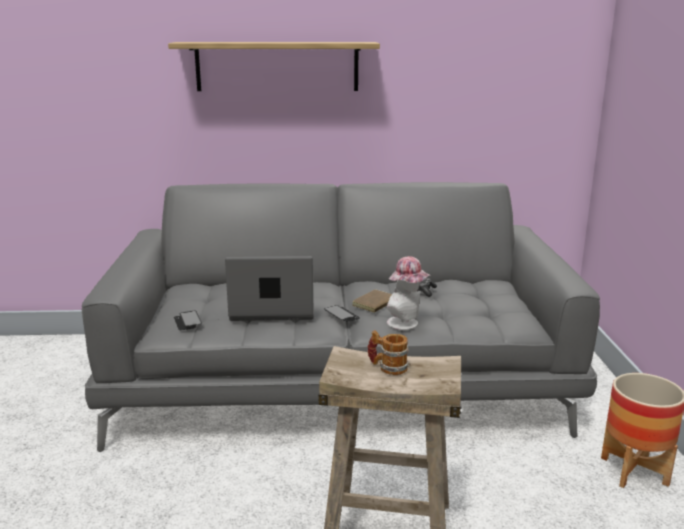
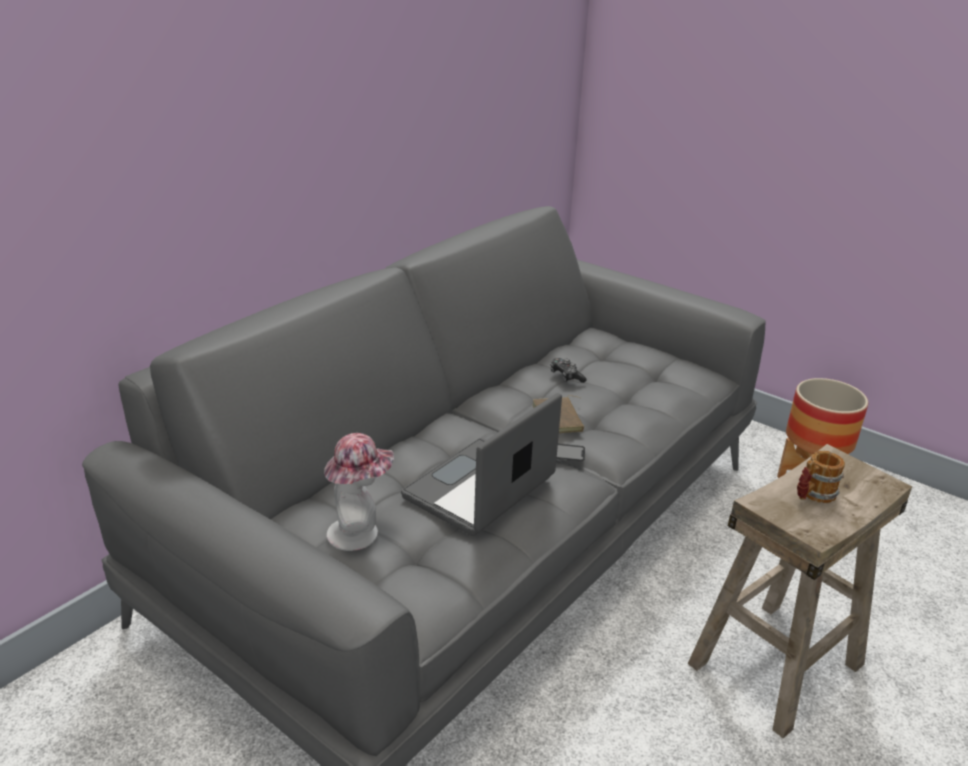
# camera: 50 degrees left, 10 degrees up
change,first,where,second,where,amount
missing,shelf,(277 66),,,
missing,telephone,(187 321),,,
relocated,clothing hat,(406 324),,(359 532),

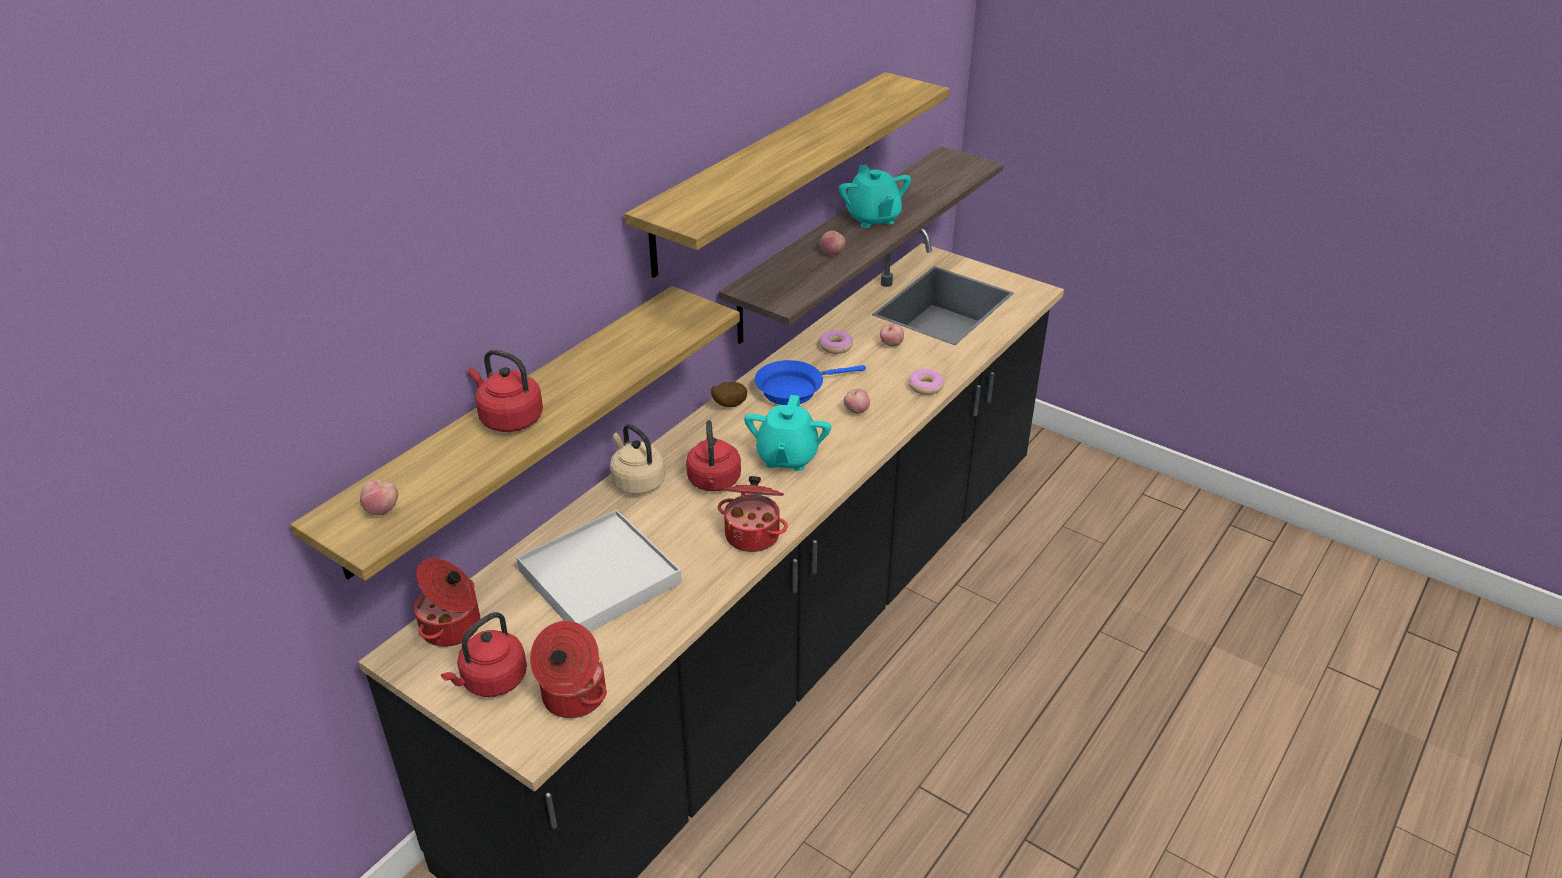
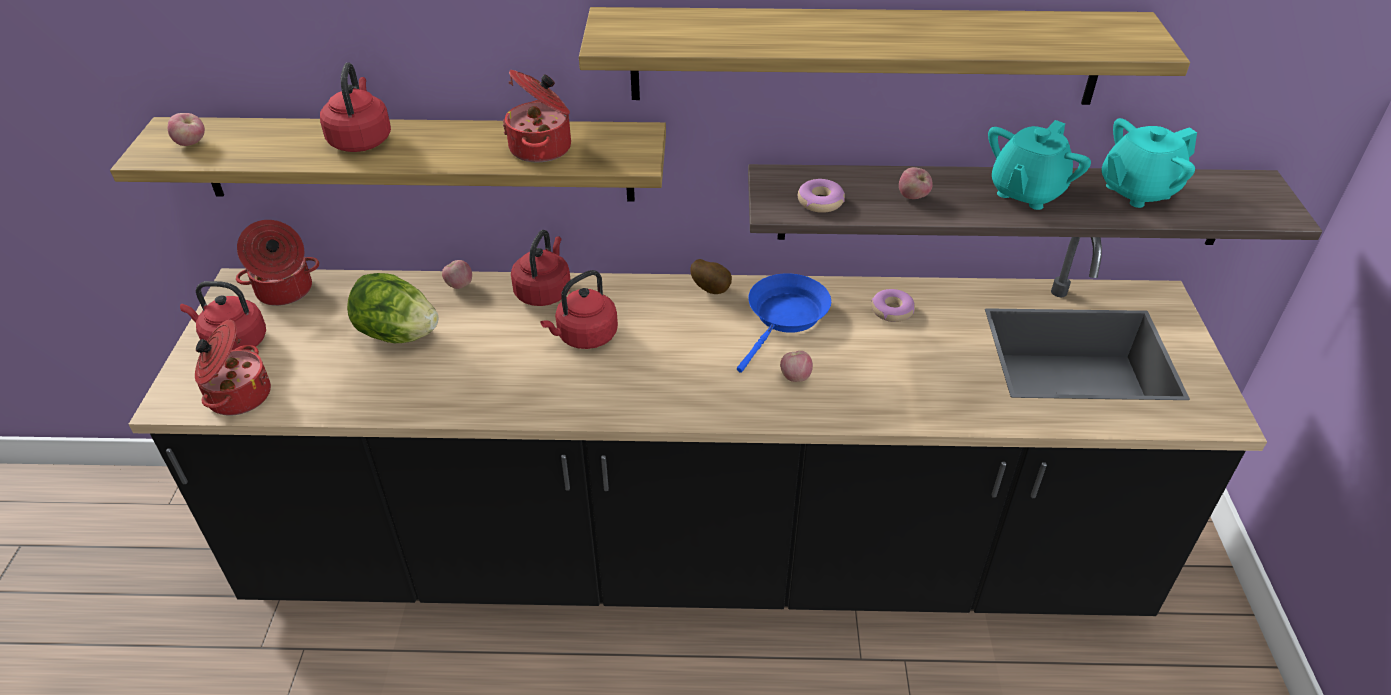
# camera: 55 degrees right, 5 degrees up
change,first,where,second,where,amount
relocated,stockpot,(753 534),,(542 148),
relocated,teapot (blue-green),(787 457),,(1137 191),
relocated,whole apple,(891 345),,(459 285),
relocated,donut,(925 386),,(820 202),
exchanged,carrying tray (white-coloured),(599 577),lettuce,(397 334),
colour,tea kettle (sand-coloured),(637 481),tea kettle (reddish),(544 291),
spun,pan (bluish),(794 389),,(785 317),90 degrees clockwise

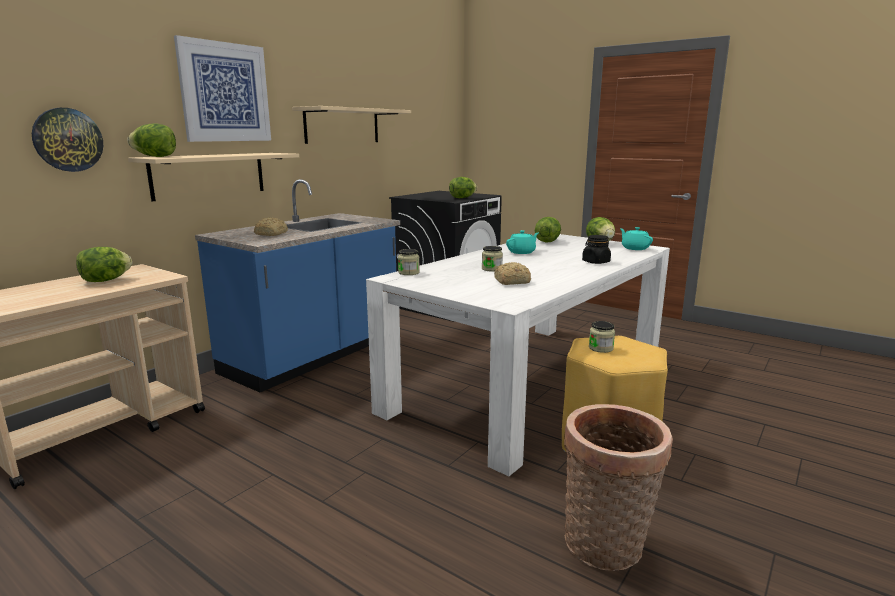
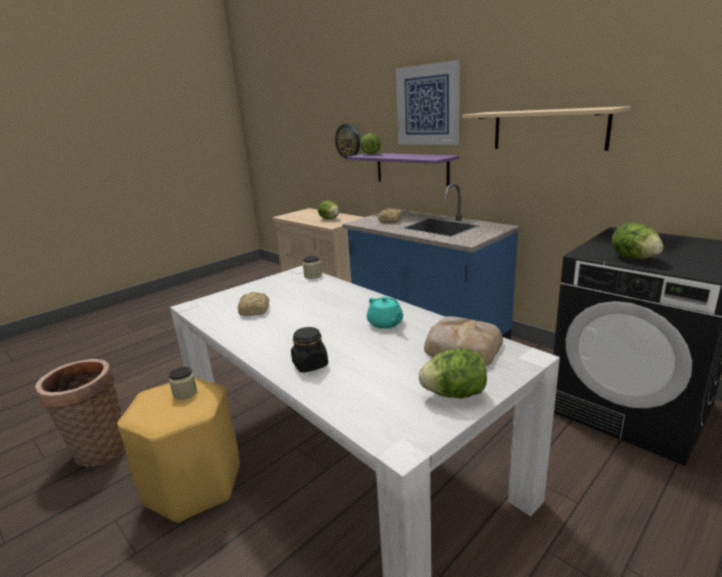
# camera: 100 degrees right, 5 degrees up
change,first,where,second,where,amount
missing,preserve jar,(491 269),,,
missing,teapot (blue-green),(634 248),,,
exchanged,lettuce,(547 241),bread,(462 347),
colour,shelf (sand-coloured),(209 175),shelf (purple-coloured),(411 169),

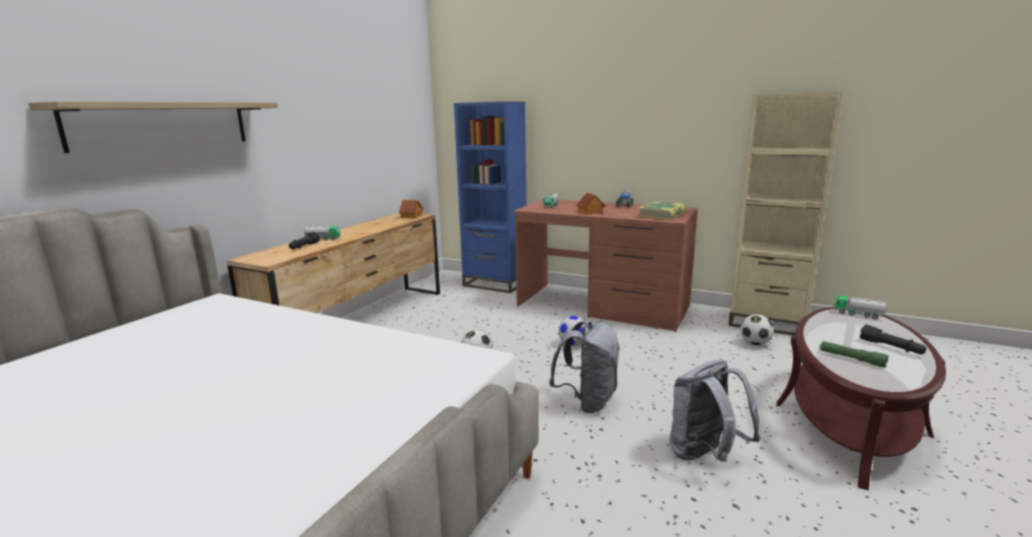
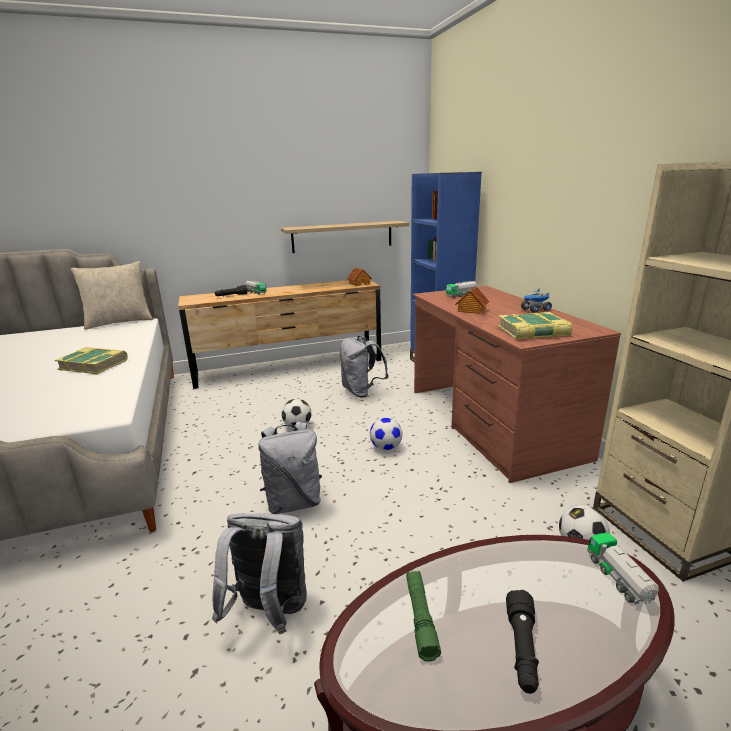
# camera: 45 degrees right, 5 degrees up
change,first,where,second,where,amount
appeared,,,bound book,(94 365),
appeared,,,throw pillow (sand-coloured),(119 322),
appeared,,,backpack (grey),(361 392),
relocated,shelf,(162 124),,(342 236),

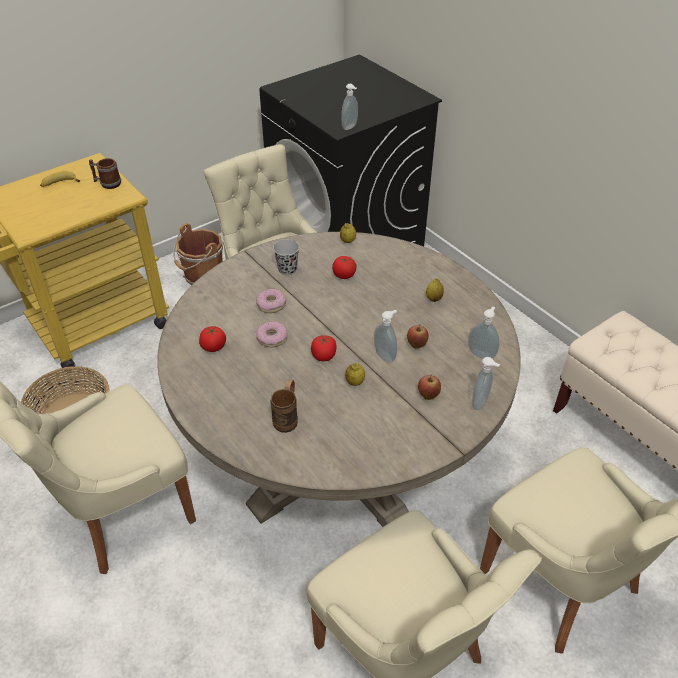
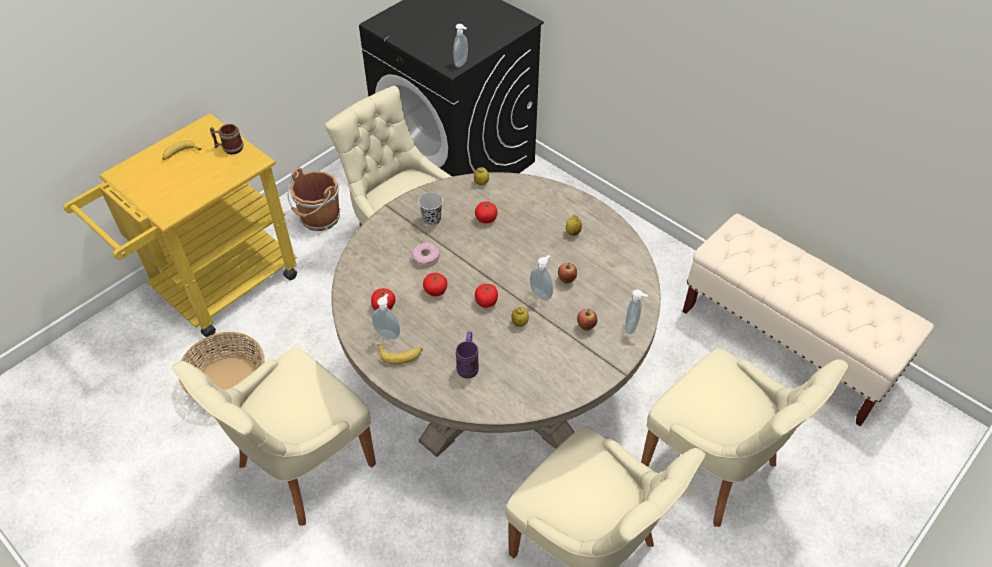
# camera: 10 degrees left, 5 degrees up
change,first,where,second,where,amount
appeared,,,banana fruit,(401 355),
relocated,soap dispenser,(481 354),,(388 333),
exchanged,donut,(272 338),tomato,(435 291),
colour,tea mug (brown-coloured),(287 418),tea mug (purple-coloured),(468 364),

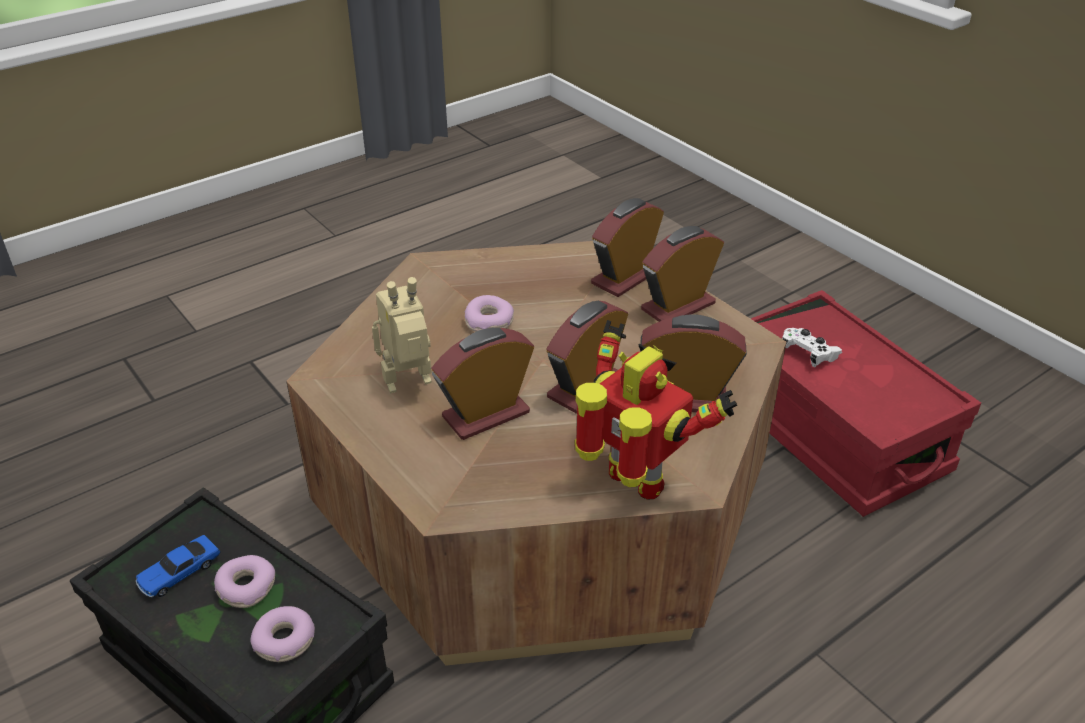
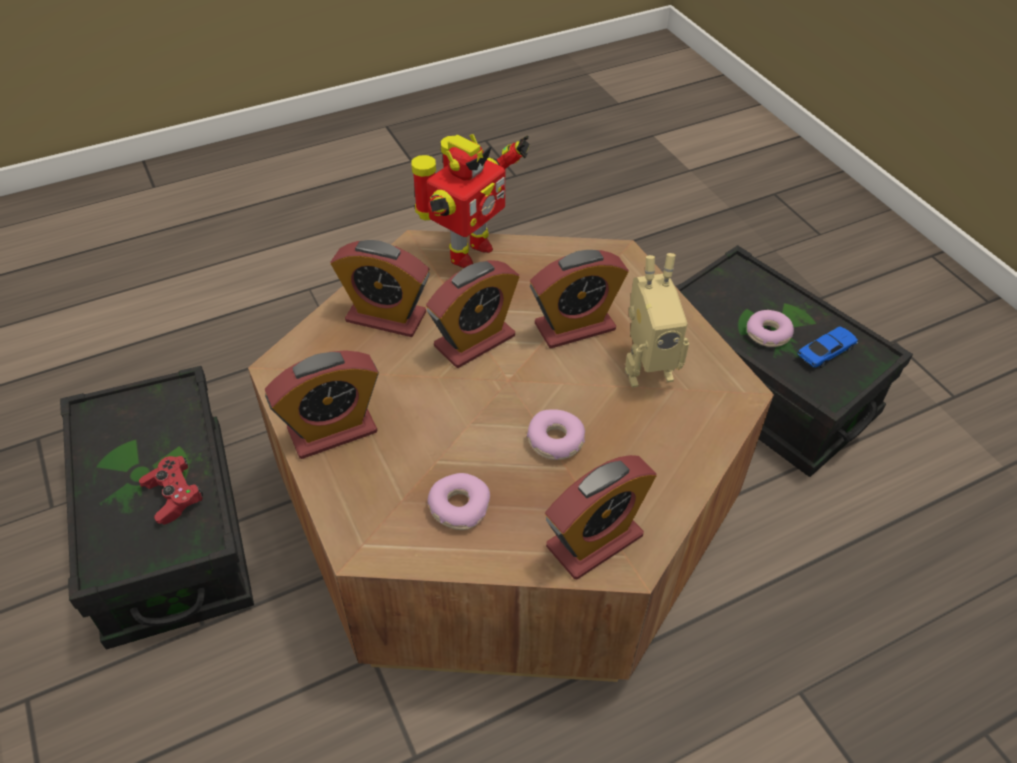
# camera: 170 degrees left, 10 degrees up
change,first,where,second,where,amount
relocated,donut,(285 641),,(459 507),
relocated,table clock,(625 277),,(594 541),
colour,storage box (reddish),(832 433),storage box (black-coloured),(170 530),
colour,gamepad (white-coloured),(808 354),gamepad (reddish),(174 496),
spun,toy robot,(634 485),,(466 252),105 degrees counterclockwise

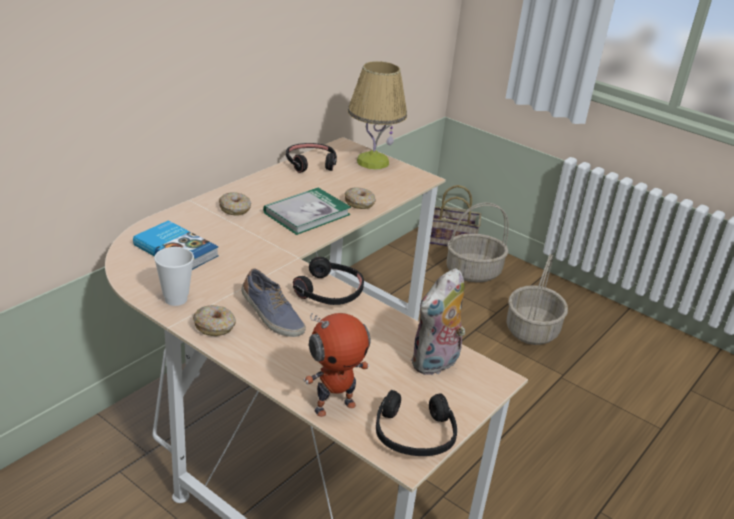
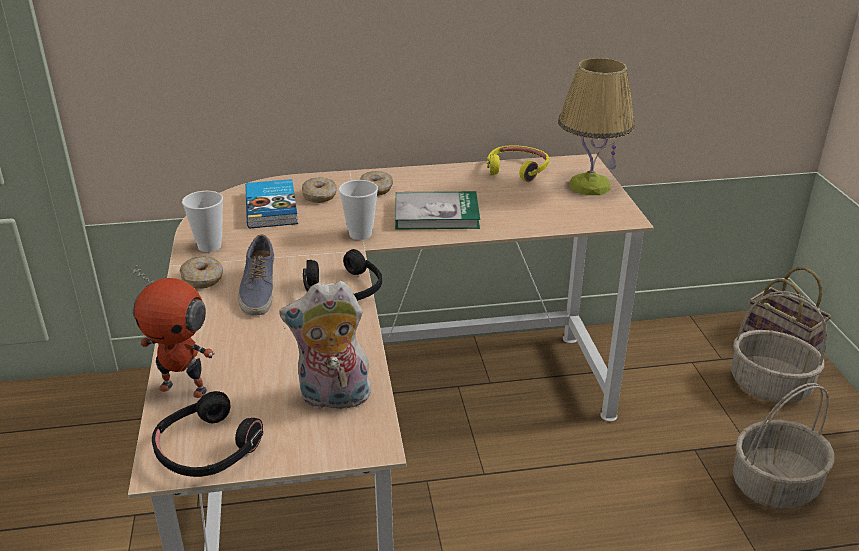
# camera: 45 degrees right, 0 degrees up
change,first,where,second,where,amount
appeared,,,cup,(360 234),
relocated,donut,(360 203),,(320 196),
colour,pair of headphones (black-coloured),(311 163),pair of headphones (yellow-coloured),(517 170),

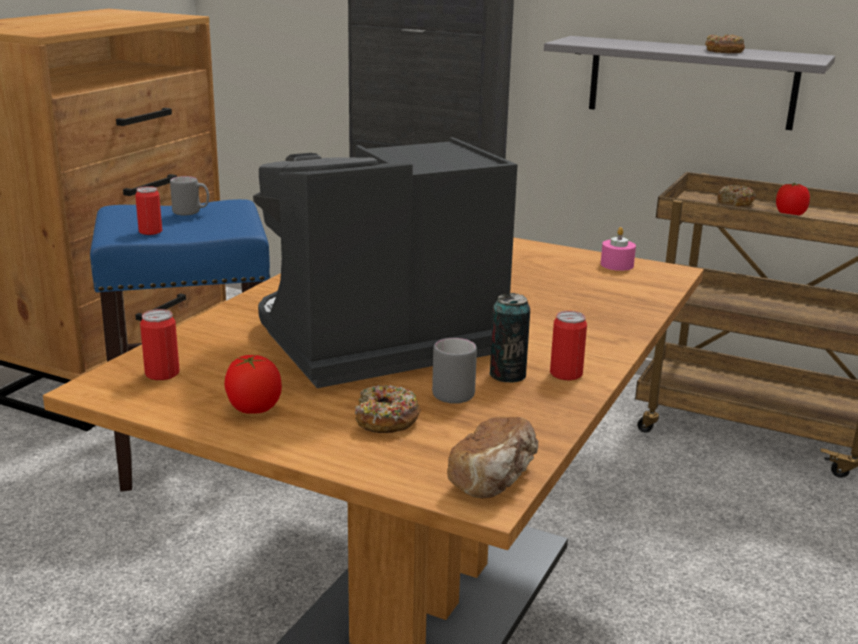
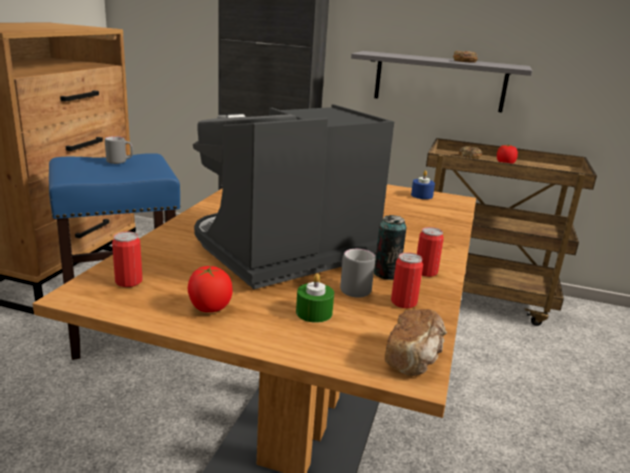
# camera: 10 degrees left, 0 degrees up
change,first,where,second,where,amount
relocated,can,(150 231),,(403 302),
exchanged,donut,(386 420),candle (green),(314 312),
colour,candle (pink-coloured),(617 265),candle (bluish),(421 195),

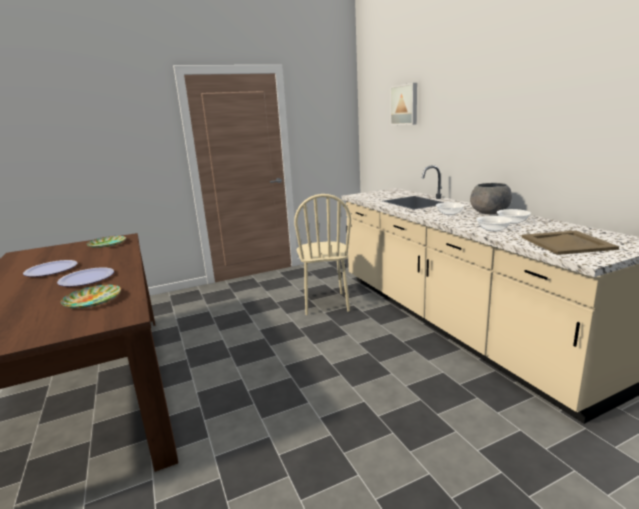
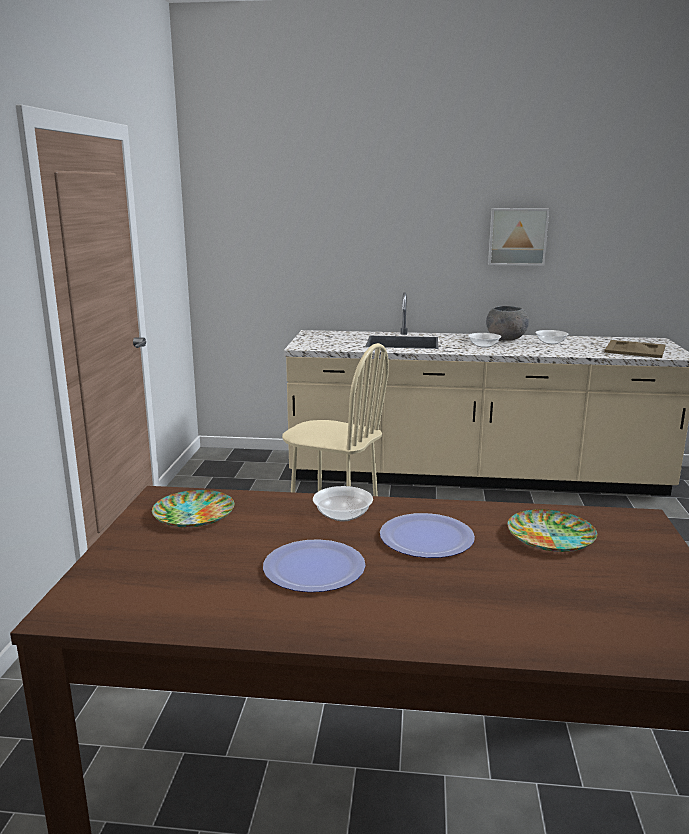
# camera: 60 degrees left, 0 degrees up
change,first,where,second,where,amount
relocated,wall picture,(405 105),,(517 236),
relocated,bowl,(492 229),,(342 515),

